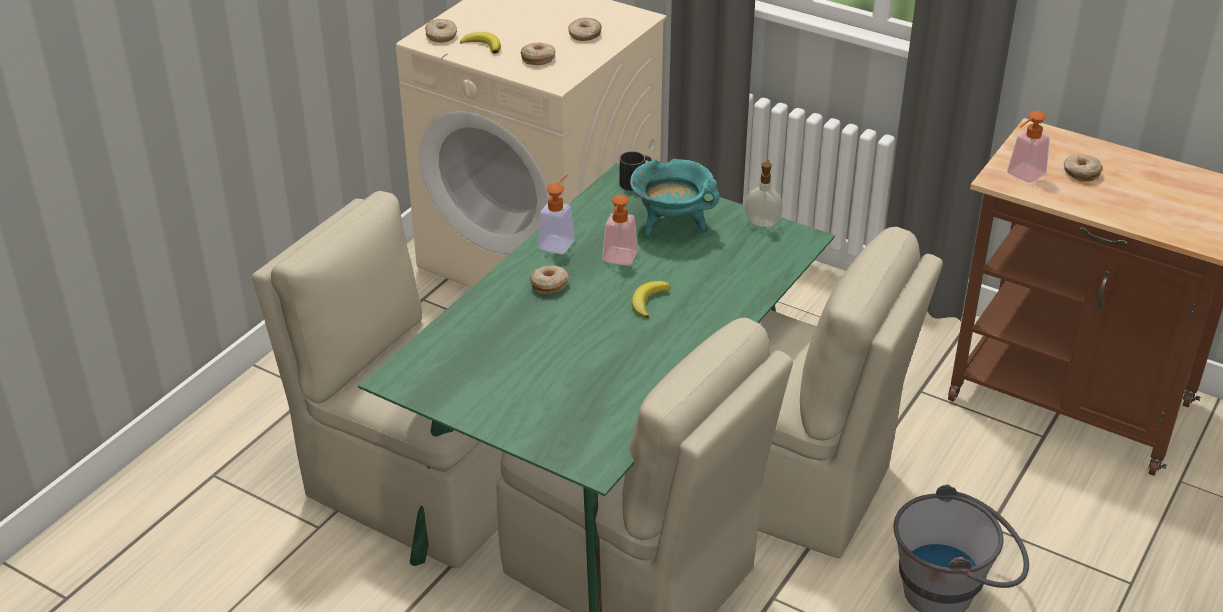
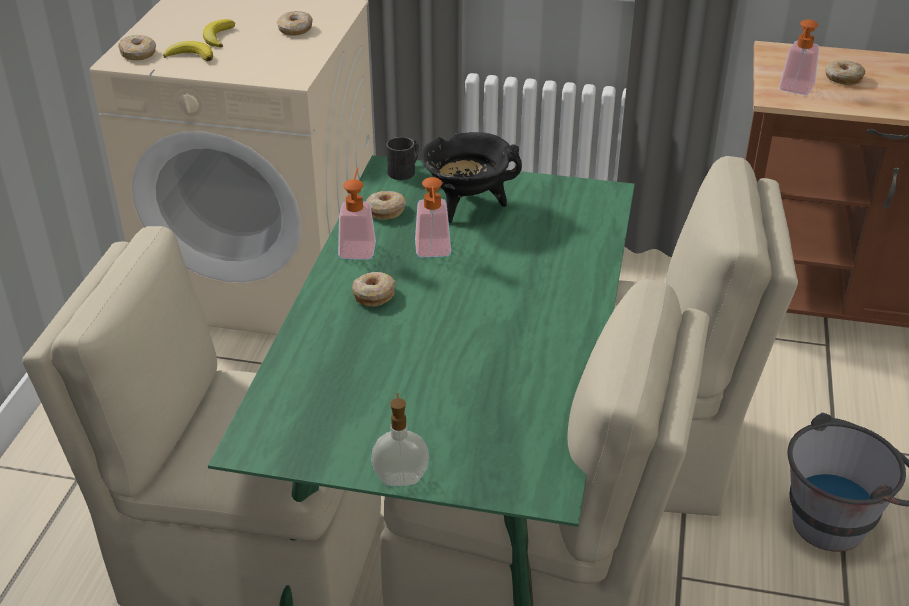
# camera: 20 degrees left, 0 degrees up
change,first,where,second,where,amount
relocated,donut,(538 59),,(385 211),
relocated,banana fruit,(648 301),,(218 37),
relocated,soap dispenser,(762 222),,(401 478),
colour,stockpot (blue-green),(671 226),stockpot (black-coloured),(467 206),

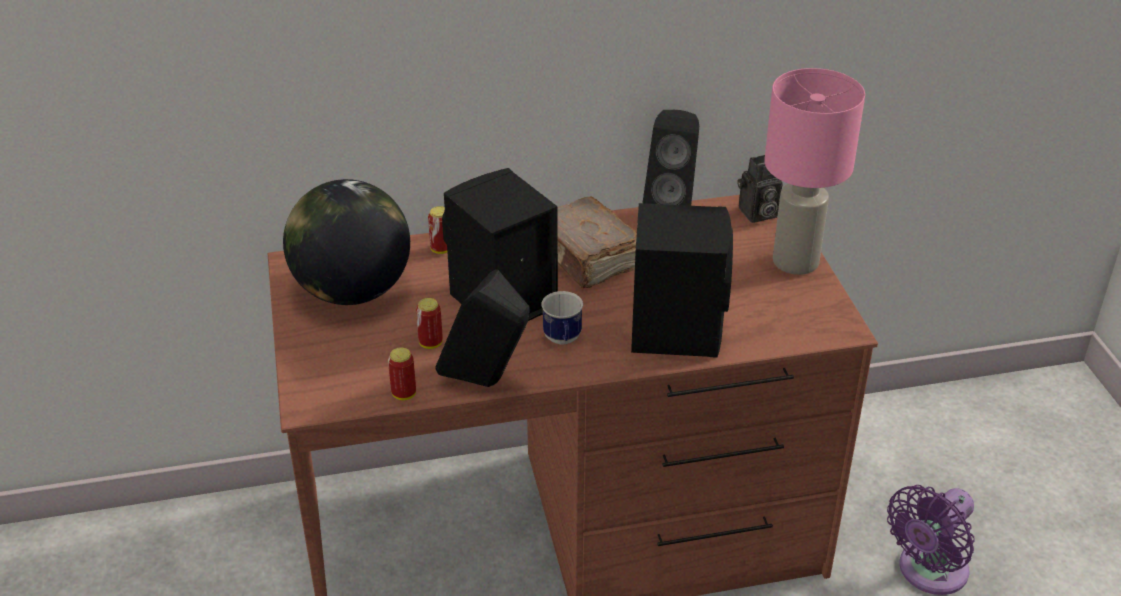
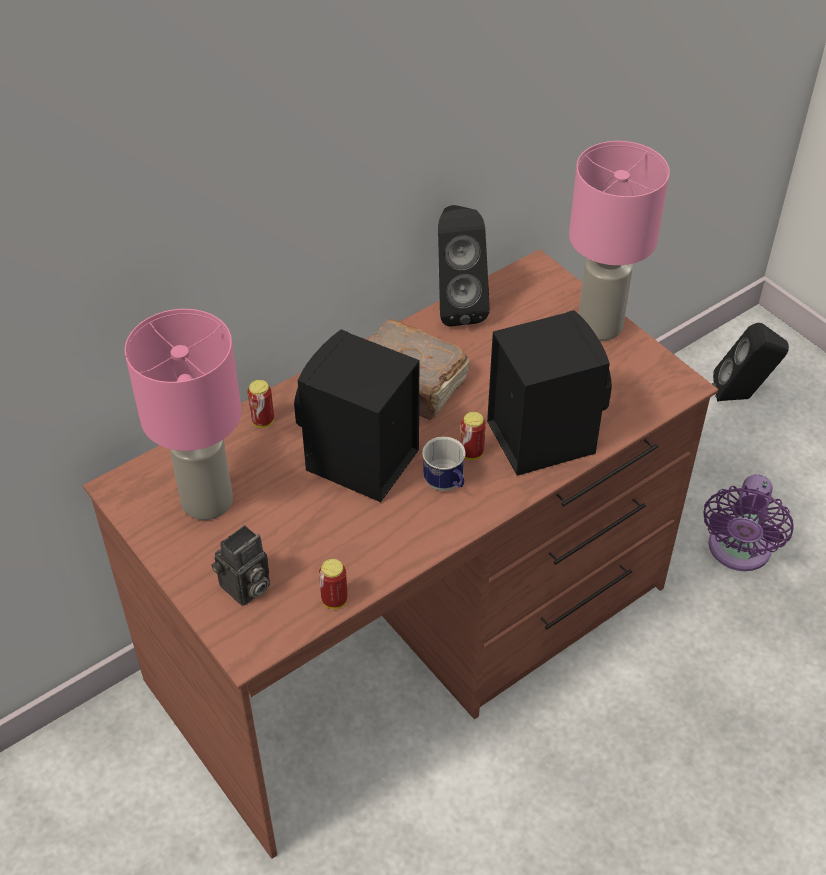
# camera: 25 degrees left, 10 degrees up
change,first,where,second,where,amount
relocated,can,(431 343),,(471 453),
relocated,loudspeaker (black-coloured),(487 383),,(741 396),
relocated,still camera,(757 214),,(245 589),
exchanged,globe,(353 292),table lamp (pink-coloured),(205 501),

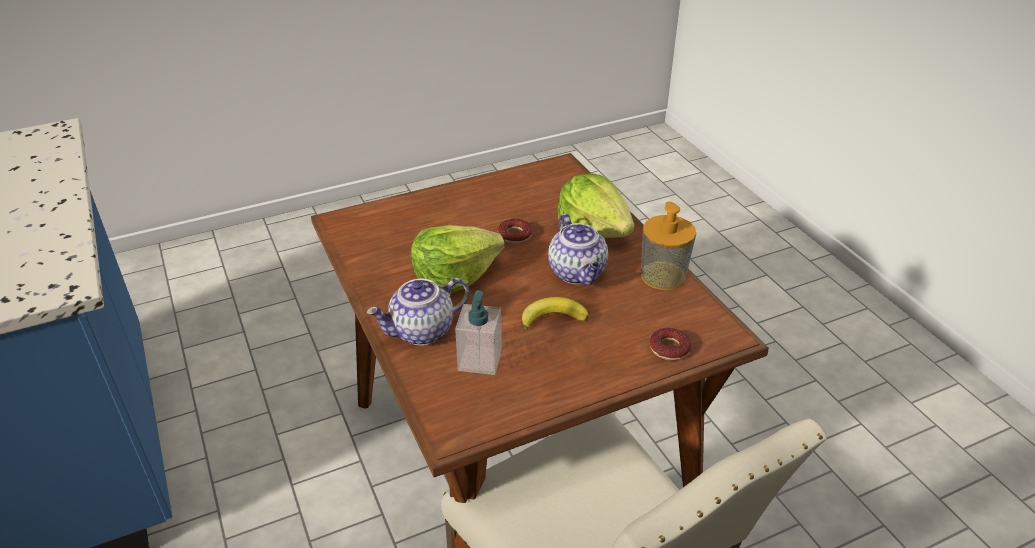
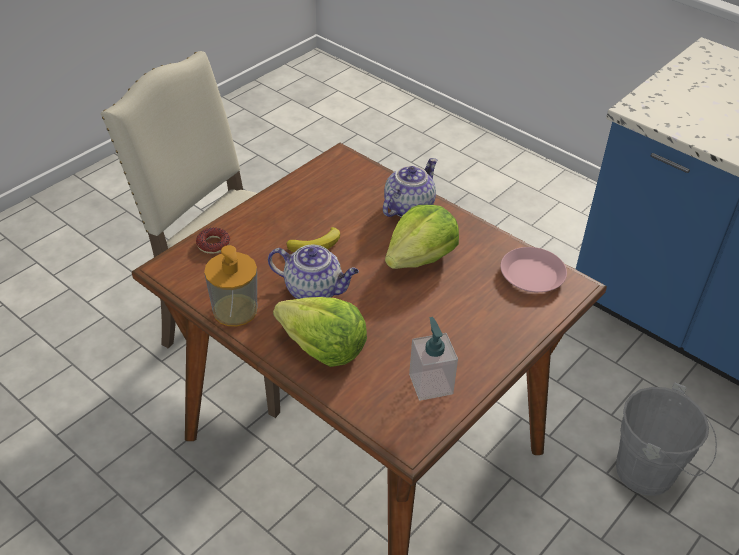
# camera: 155 degrees right, 5 degrees up
change,first,where,second,where,amount
missing,donut,(515 235),,,
appeared,,,plate (pink-coloured),(532 274),
appeared,,,water bucket (grey),(651 474),
relocated,soap dispenser,(480 360),,(430 384),
spun,teapot,(578 273),,(314 290),150 degrees clockwise

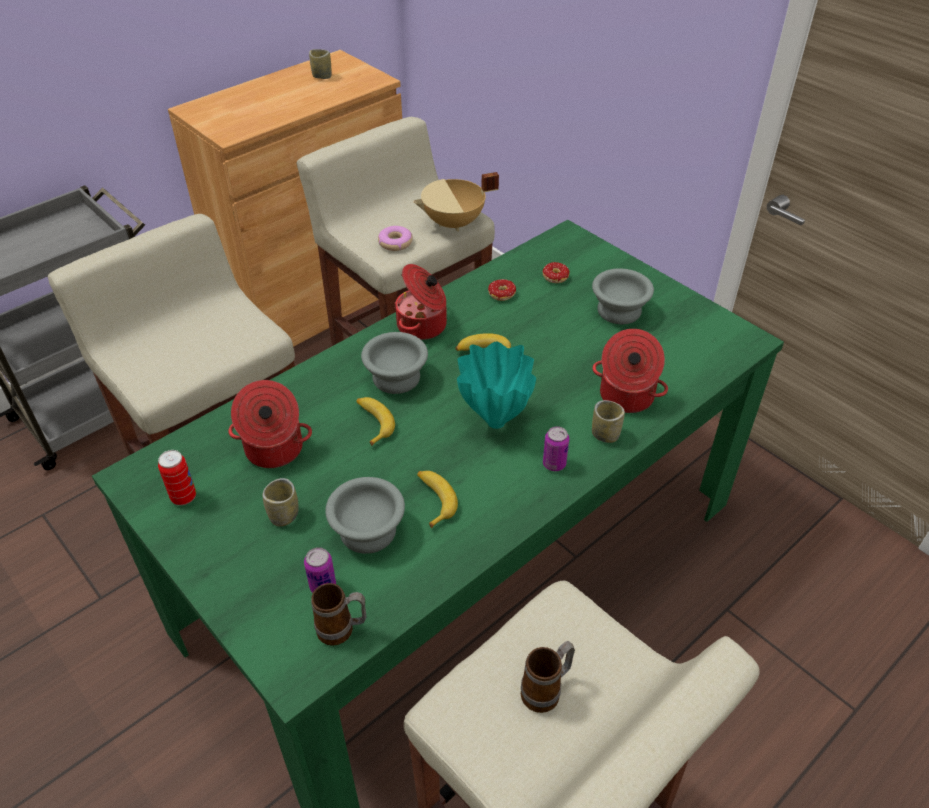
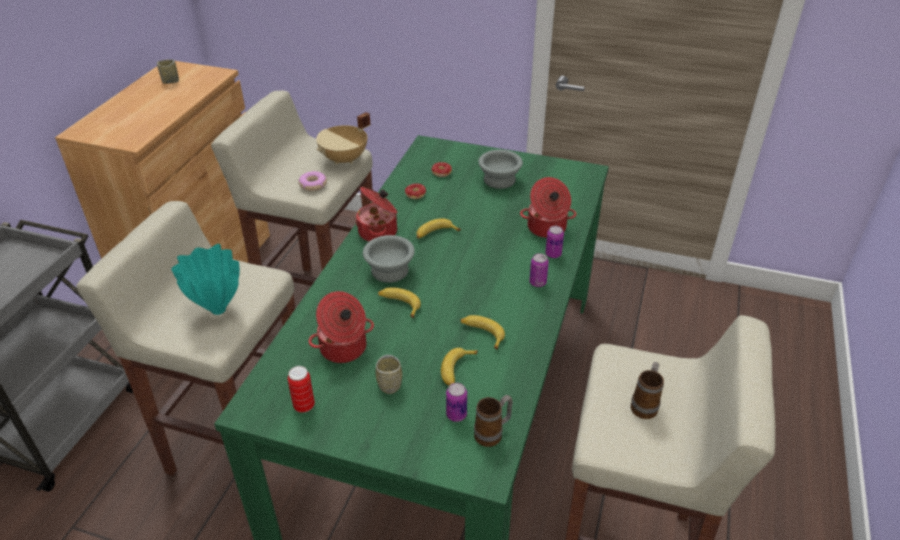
# camera: 30 degrees left, 5 degrees down
change,first,where,second,where,amount
relocated,decorative vase (blue-green),(495 421),,(217 309),
exchanged,bowl (grey),(368 533),banana fruit,(457 371),
exchanged,cup,(605 434),can,(553 254),

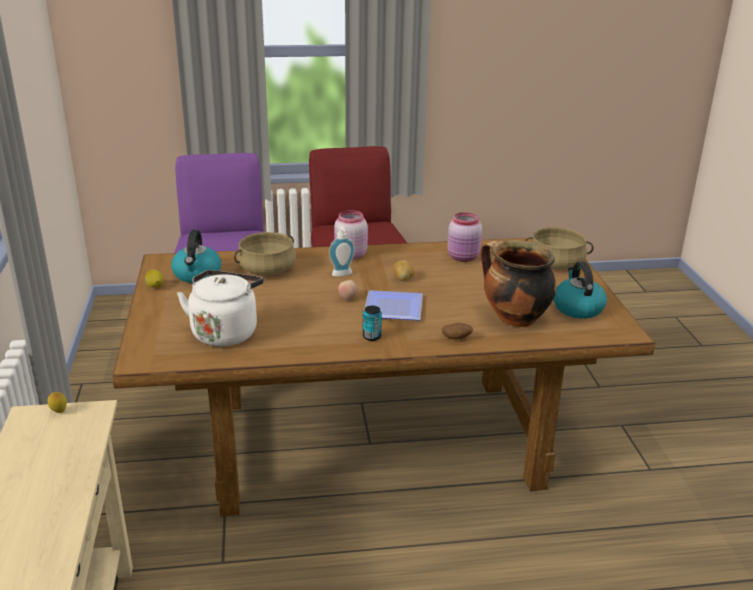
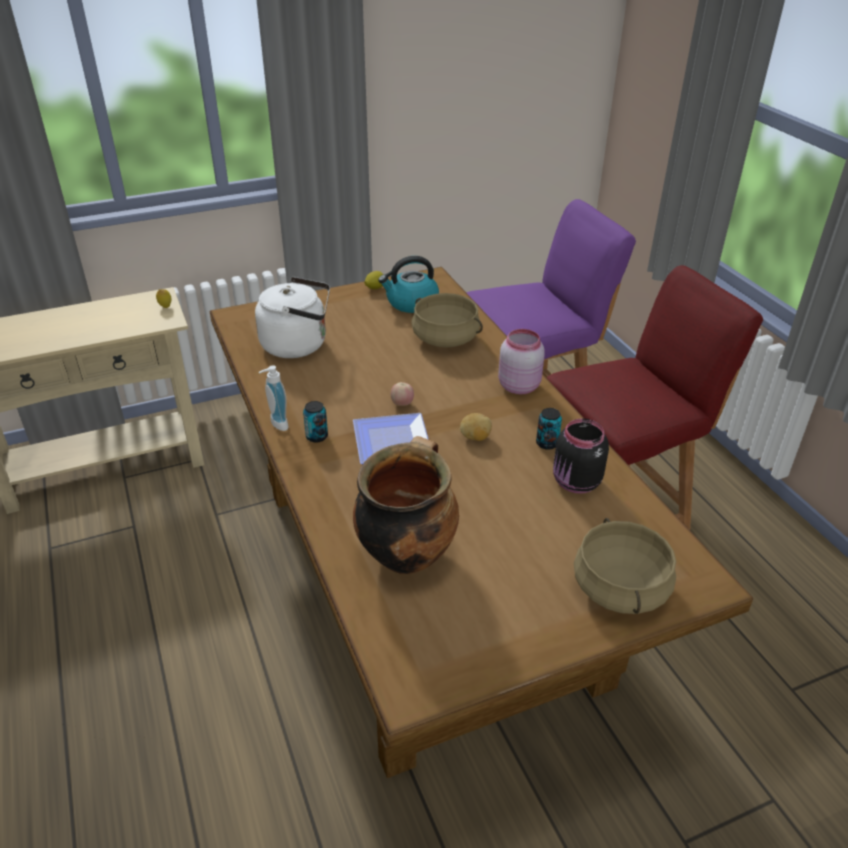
# camera: 75 degrees right, 10 degrees up
change,first,where,second,where,amount
missing,spud,(456 339),,,
missing,tea kettle,(577 308),,,
appeared,,,can,(547 443),
relocated,soap dispenser,(342 275),,(276 425),
colour,preserve jar (pink-coloured),(464 258),preserve jar (black-coloured),(575 483),

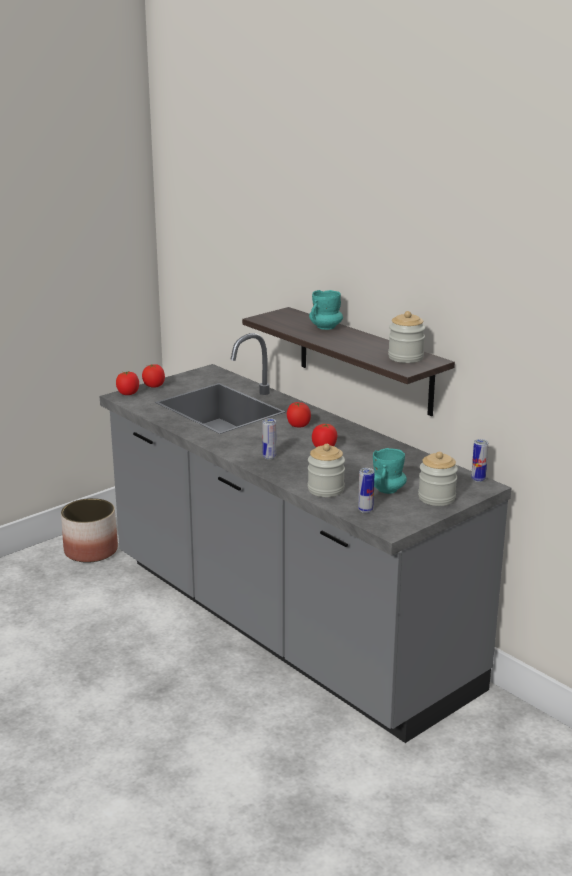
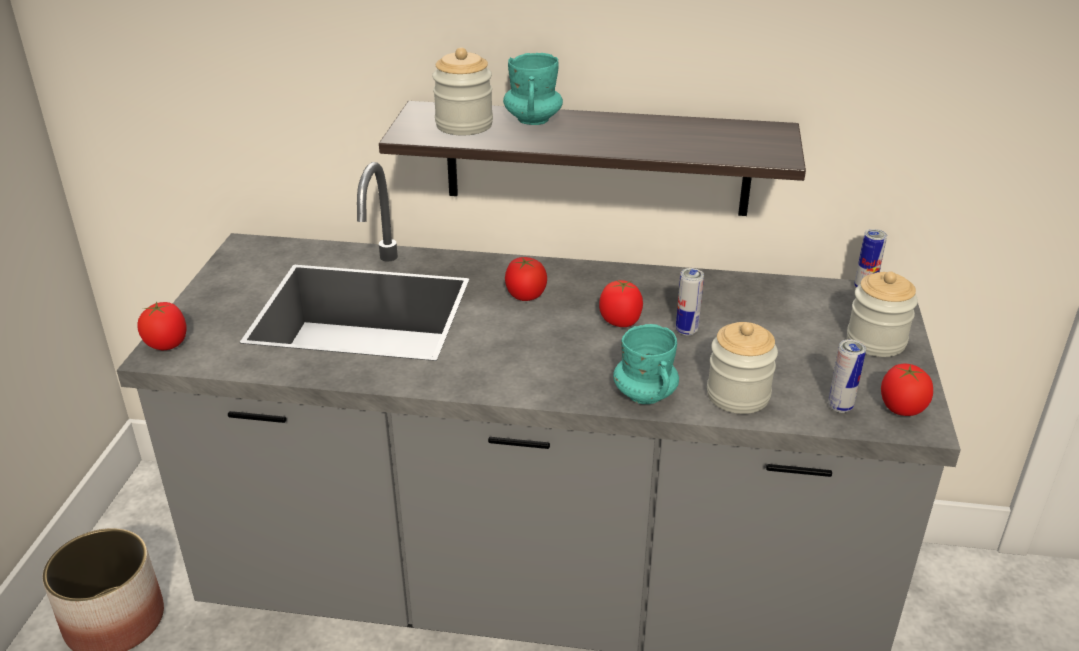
# camera: 40 degrees left, 10 degrees up
change,first,where,second,where,amount
relocated,tomato,(154 386),,(901 409),
relocated,can,(269 457),,(686 330),
relocated,tea mug (blue-green),(387 489),,(644 395),
relocated,preserve jar,(405 357),,(464 125),

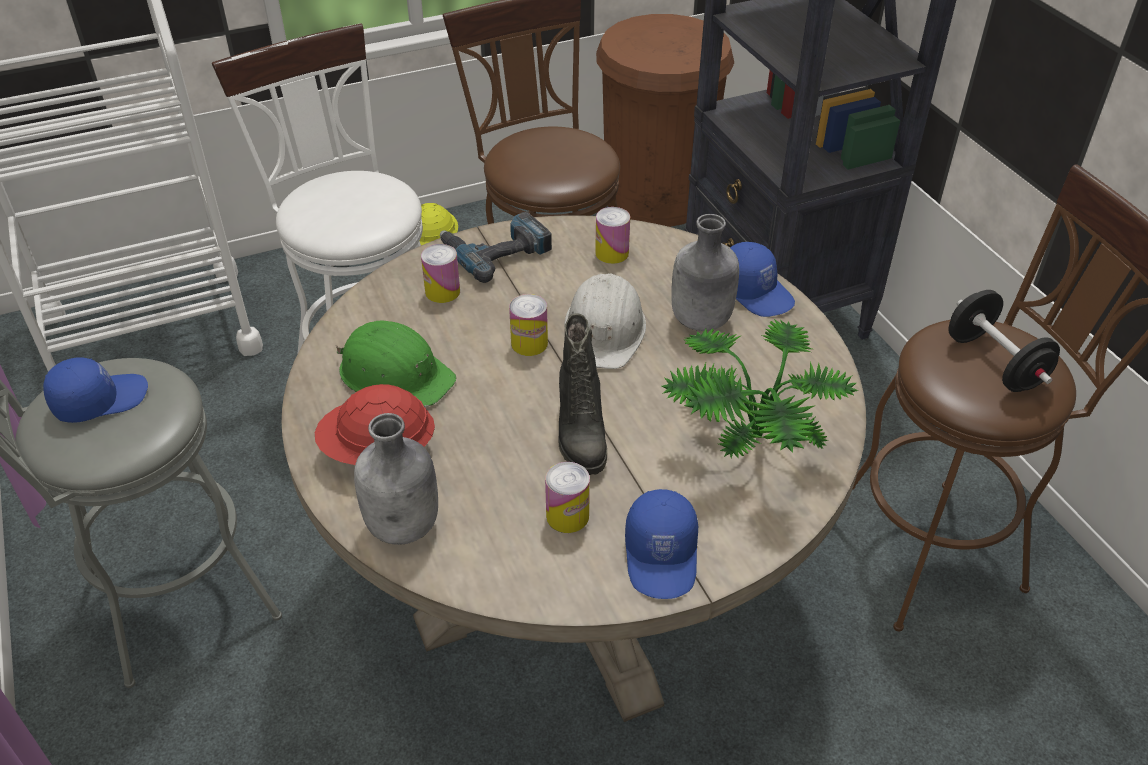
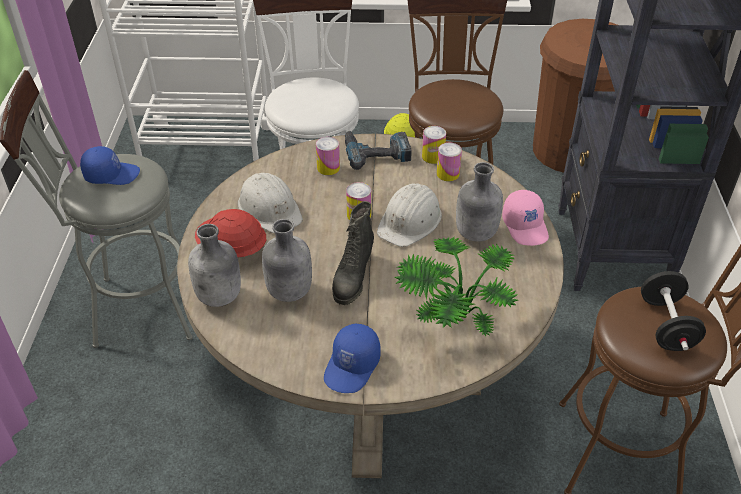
# camera: 25 degrees right, 0 degrees up
change,first,where,second,where,amount
appeared,,,drink bottle (grey),(289 292),
relocated,can,(567 516),,(433 156),
colour,safety helmet (green),(395 374),safety helmet (white-coloured),(270 209),
colour,peaked cap (bluish),(756 292),peaked cap (pink-coloured),(526 226),

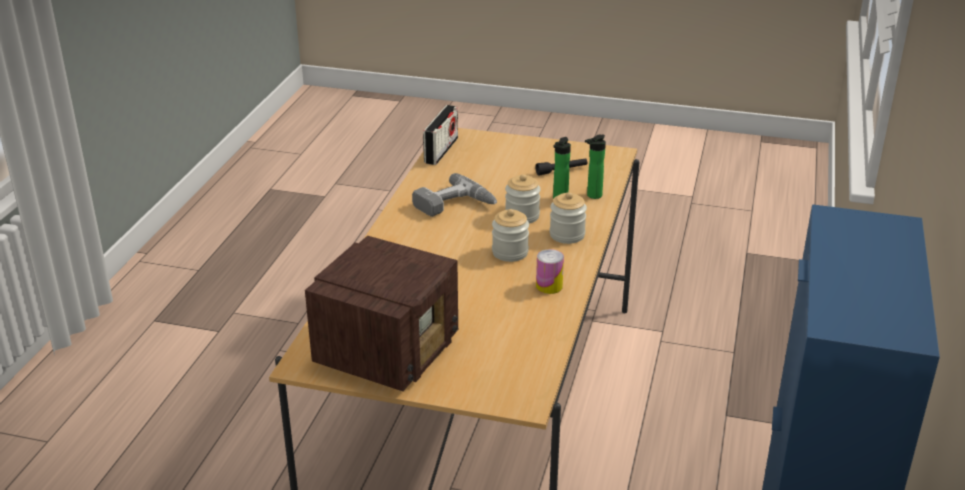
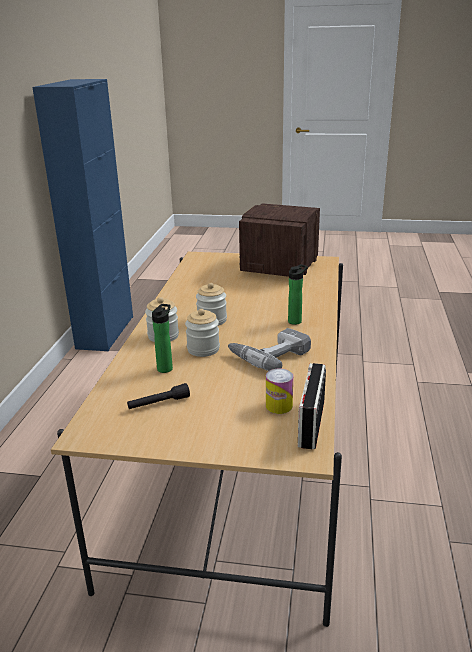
# camera: 175 degrees right, 5 degrees down
change,first,where,second,where,amount
relocated,can,(549 286),,(279 406),
relocated,drink bottle,(592 196),,(296 321),

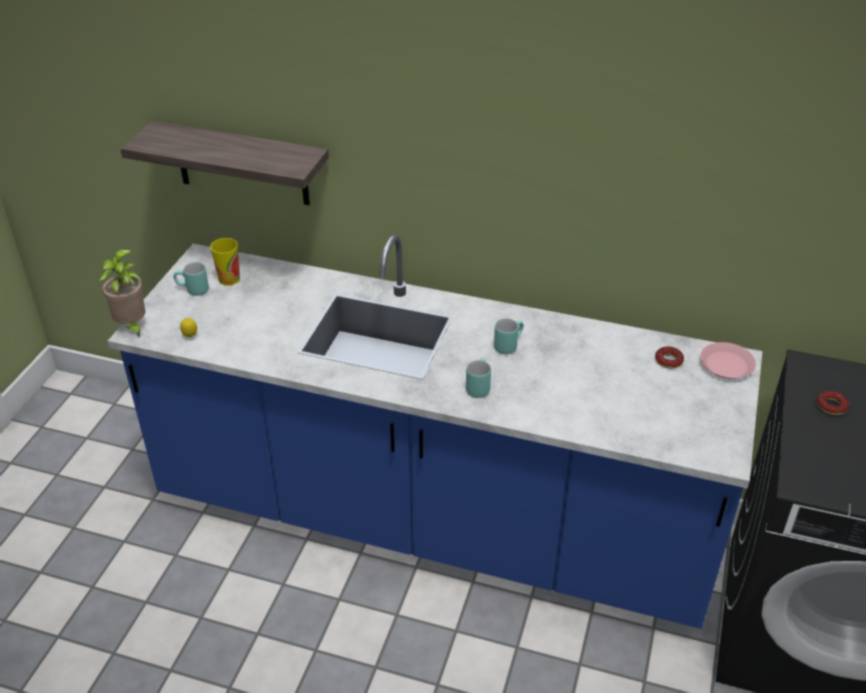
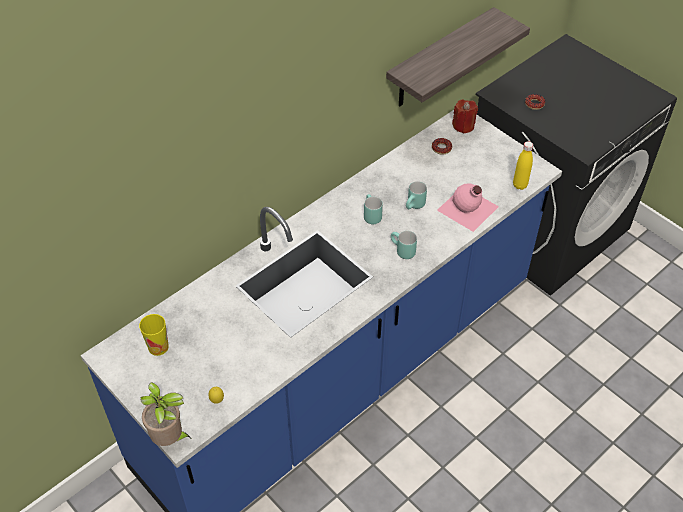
# camera: 60 degrees left, 10 degrees up
change,first,where,second,where,amount
appeared,,,drink bottle (pink-coloured),(468 209),
appeared,,,drink bottle (yellow-coloured),(520 185),
relocated,shelf,(242 164),,(439 59),
relocated,tea mug (blue-green),(192 291),,(415 206),
exchanged,plate (pink-coloured),(727 365),candle (reddish),(463 126),

